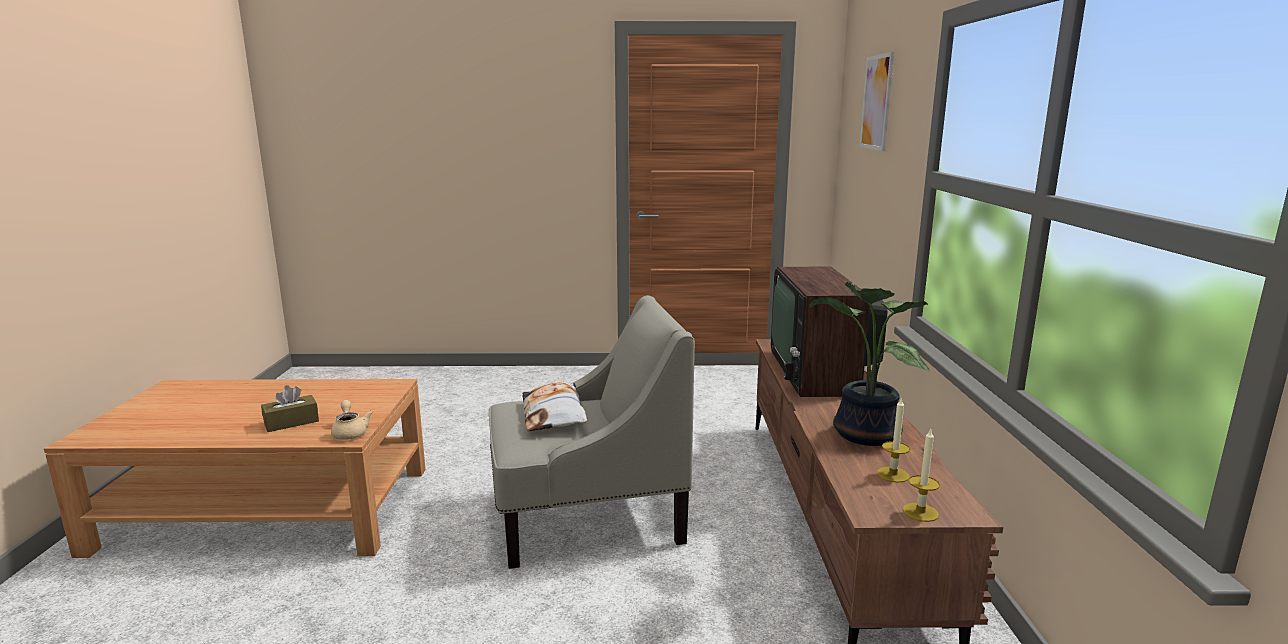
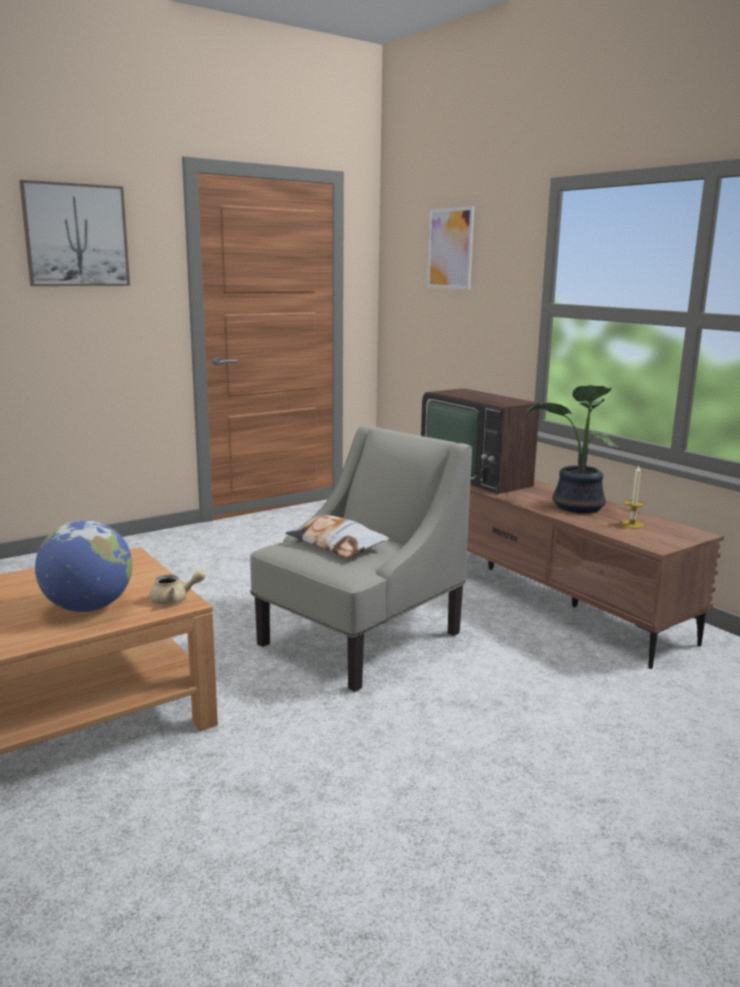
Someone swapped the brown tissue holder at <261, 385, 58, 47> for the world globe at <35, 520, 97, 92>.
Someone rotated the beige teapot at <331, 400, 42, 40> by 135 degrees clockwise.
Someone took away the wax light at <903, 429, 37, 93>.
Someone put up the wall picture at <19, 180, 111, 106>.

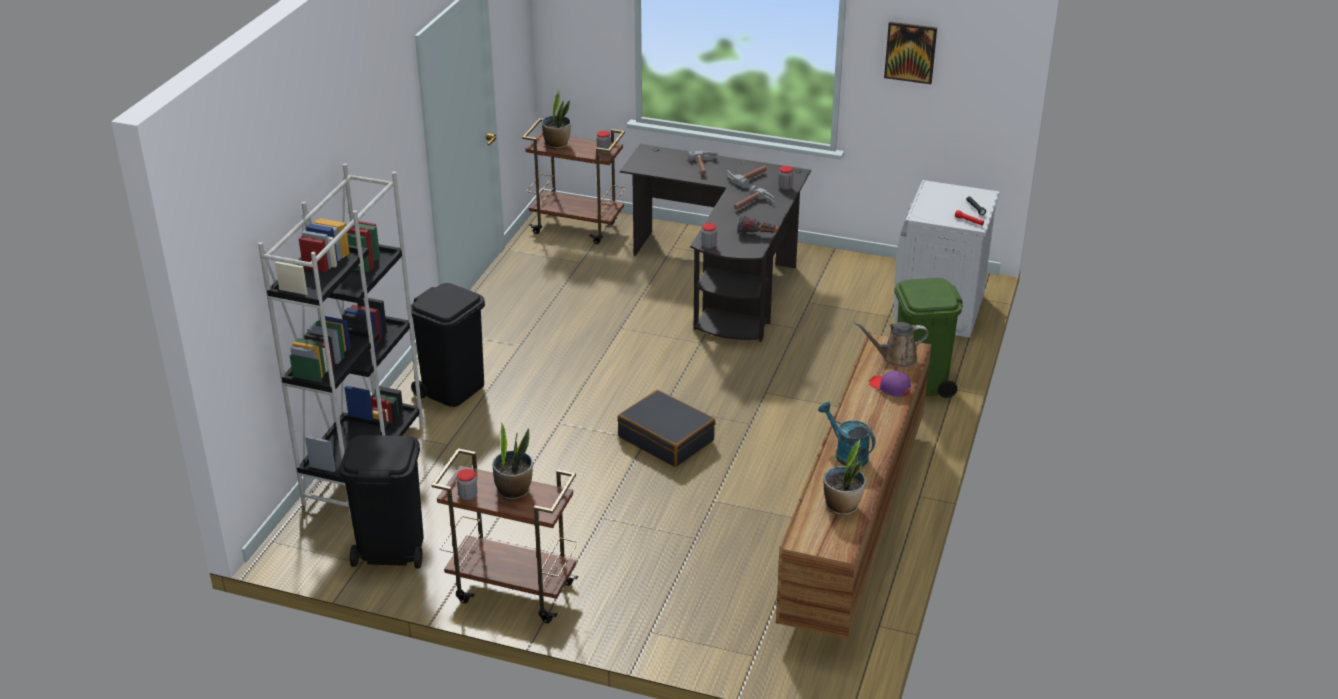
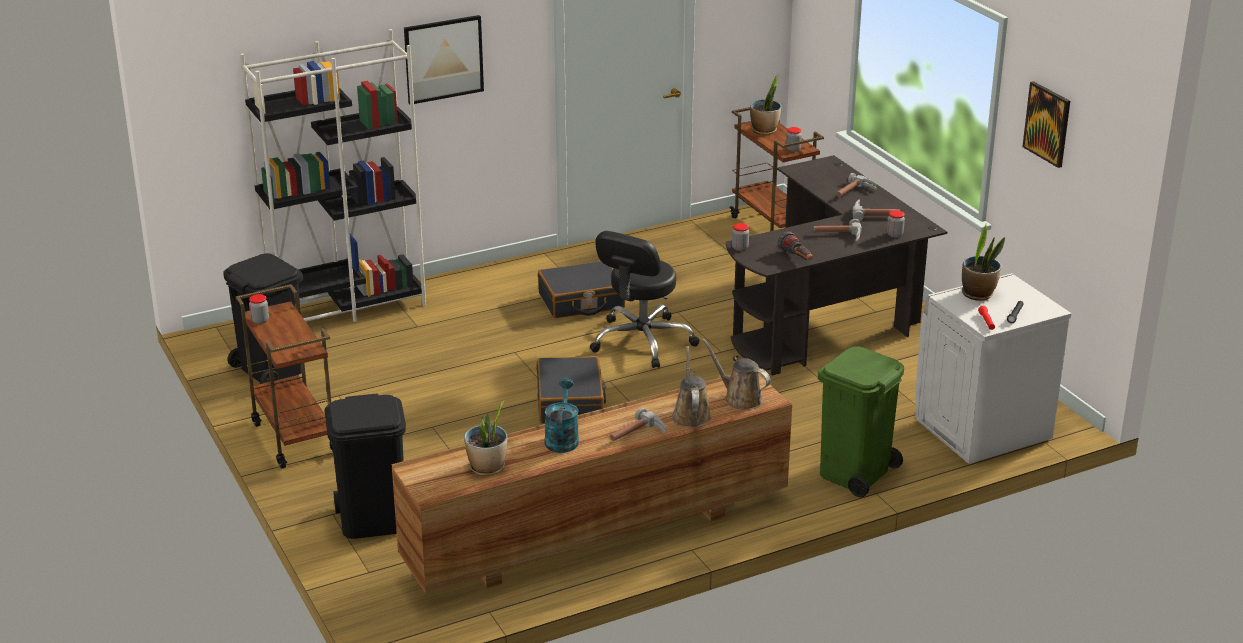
Someone carried the blackish rubbish bin from <411, 283, 74, 124> to <325, 394, 81, 145>.
Someone swapped the purplish cap at <869, 371, 42, 26> for the brown sprinkling can at <672, 346, 39, 82>.
Someone carried the potted plant from <493, 422, 40, 78> to <962, 224, 43, 77>.
Someone put up the wall picture at <404, 15, 80, 89>.
Someone put down the blackish computer chair at <590, 231, 109, 137>.
Someone put down the blackish piece of luggage at <538, 261, 87, 57>.
Someone put down the hand hammer at <610, 408, 56, 33>.

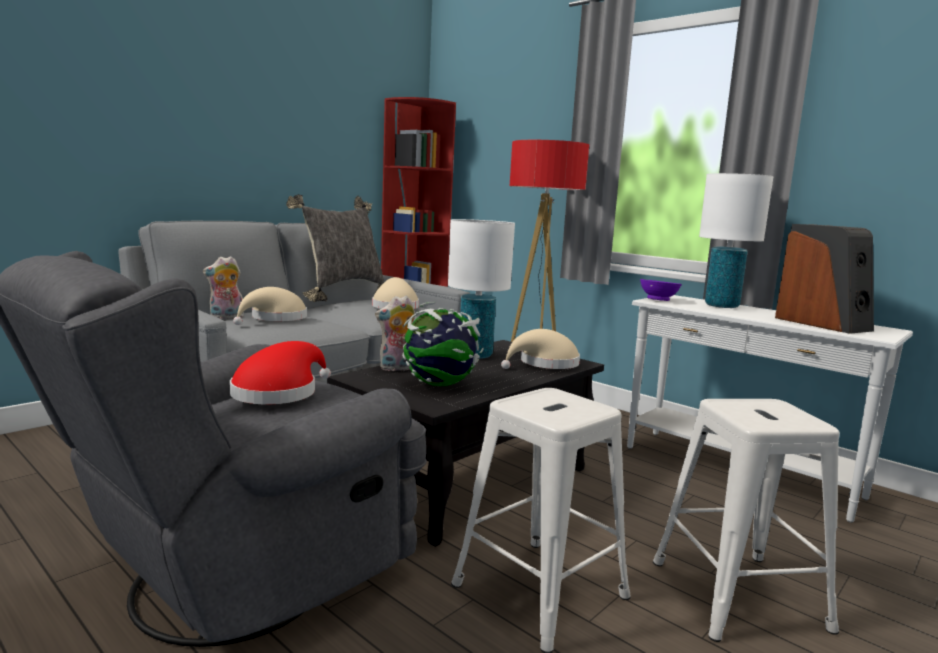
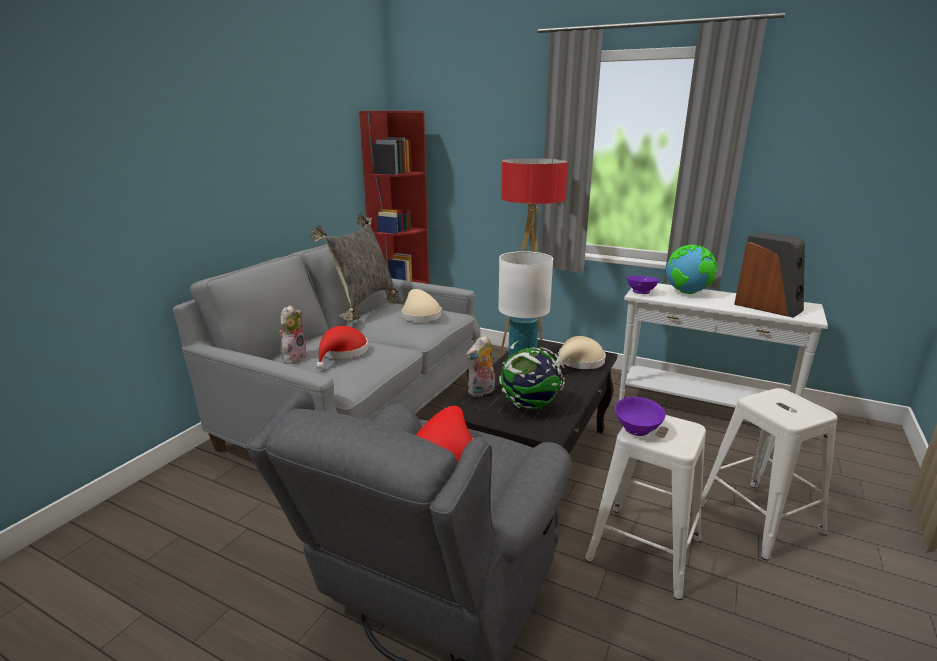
Someone swapped the whitish lamp for a table at <699, 173, 75, 135> for the world globe at <666, 245, 51, 49>.
Someone rotated the plush toy at <203, 256, 41, 63> by 150 degrees clockwise.
Someone repainted the beige wearable hat at <233, 287, 74, 38>, which became the reddish wearable hat at <316, 326, 52, 43>.
Someone put down the purplish serving bowl at <615, 397, 51, 39>.

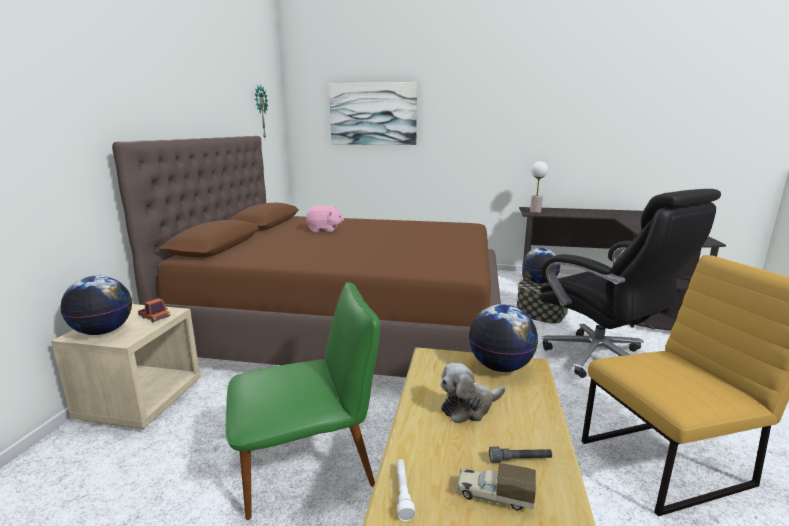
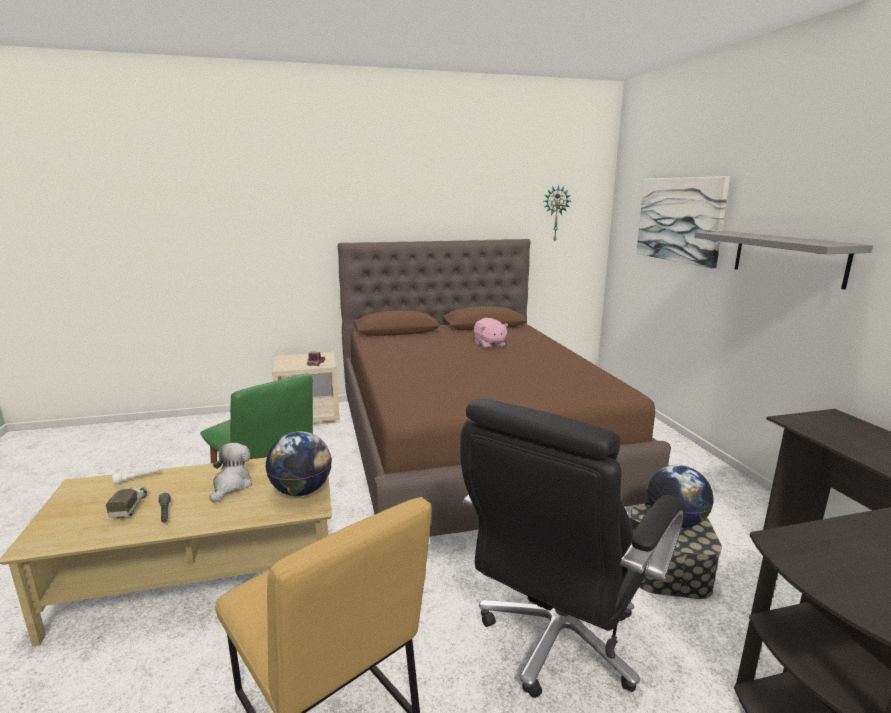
Someone took away the lamp for a table at <530, 161, 18, 52>.
Someone took away the world globe at <60, 276, 72, 59>.
Someone rotated the plush toy at <440, 363, 65, 60> by 60 degrees clockwise.
Someone put up the greyish bracket shelf at <694, 231, 179, 59>.

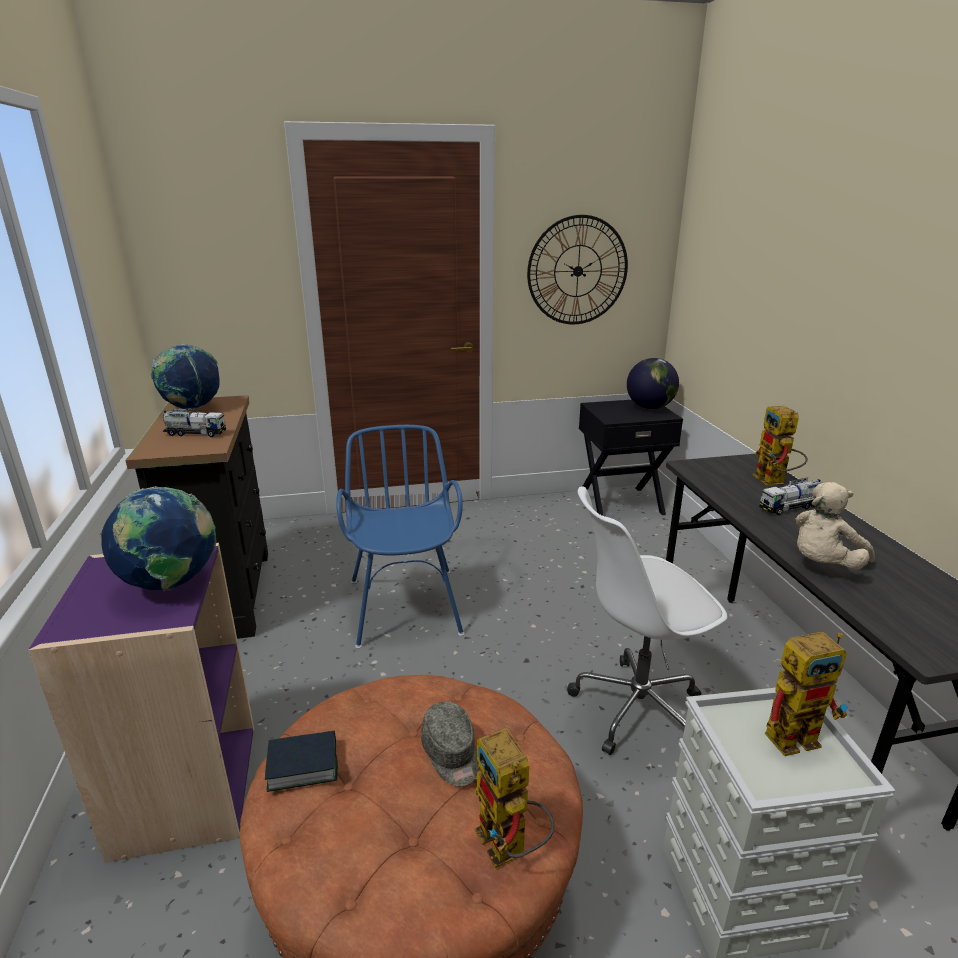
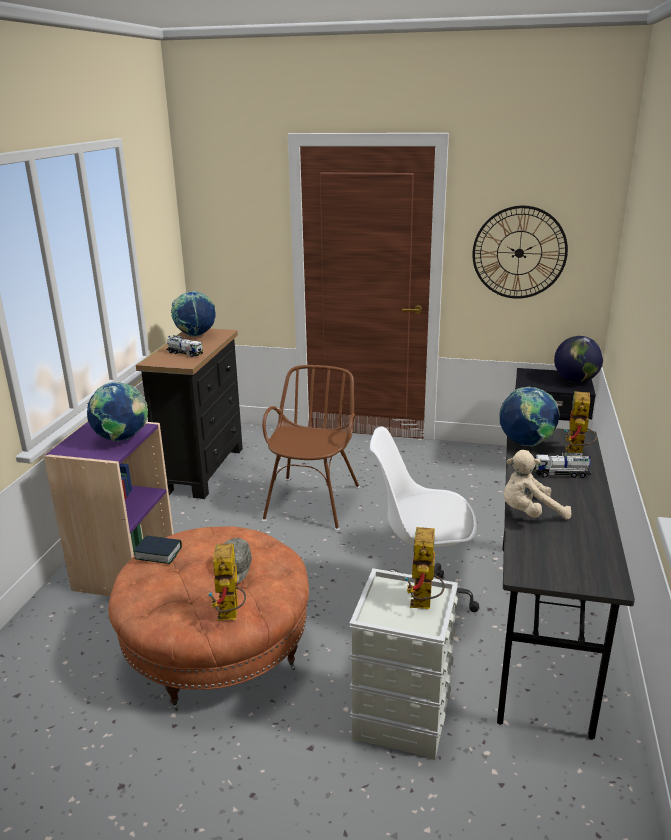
Someone repainted the bluish plain chair at <336, 425, 129, 224>, which became the brown plain chair at <262, 365, 98, 166>.
Someone rotated the robot figure at <765, 632, 83, 124> by 90 degrees clockwise.
Someone put down the world globe at <499, 387, 61, 59>.

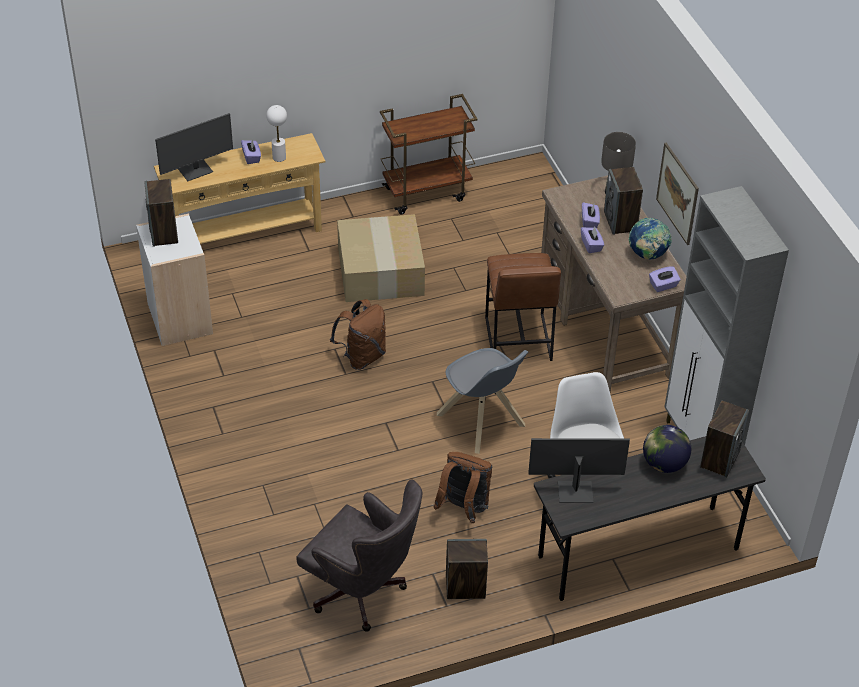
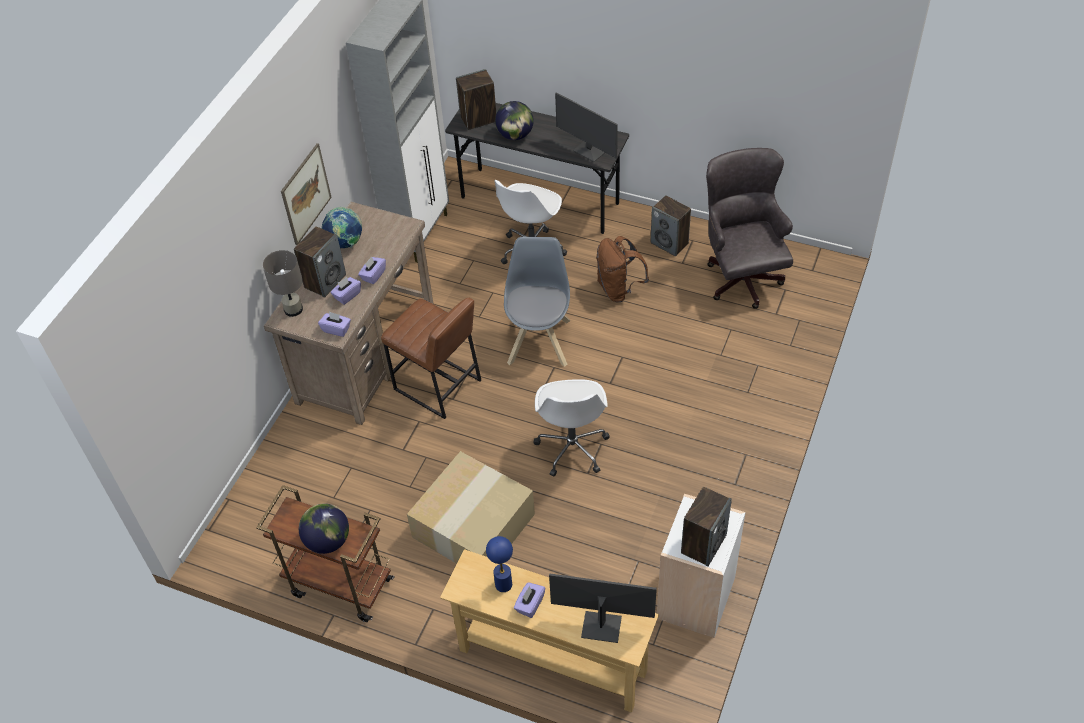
Someone repainted the whitish lamp for a table at <266, 105, 21, 57>, which became the bluish lamp for a table at <486, 536, 27, 56>.
Someone rotated the brown plain chair at <485, 253, 76, 108> by 90 degrees clockwise.
Someone carried the purplish tissue holder from <649, 267, 32, 25> to <318, 312, 33, 25>.
Someone swapped the brown rucksack at <330, 299, 56, 71> for the whitish computer chair at <533, 379, 77, 97>.
Someone put down the world globe at <299, 503, 50, 51>.

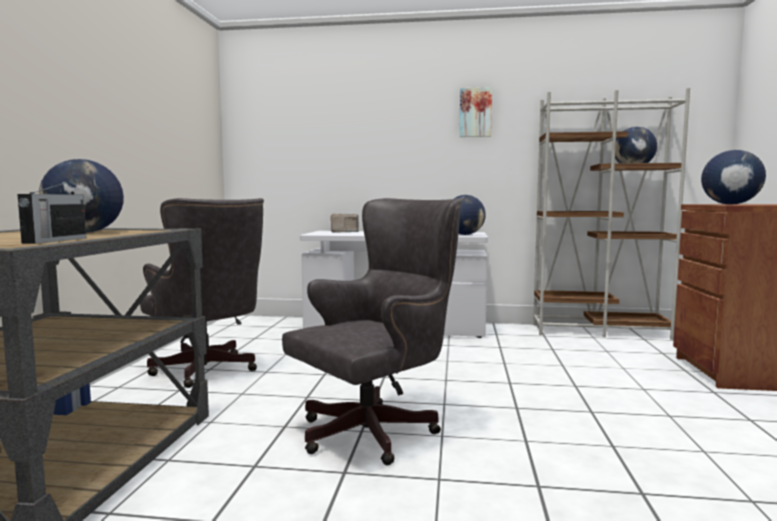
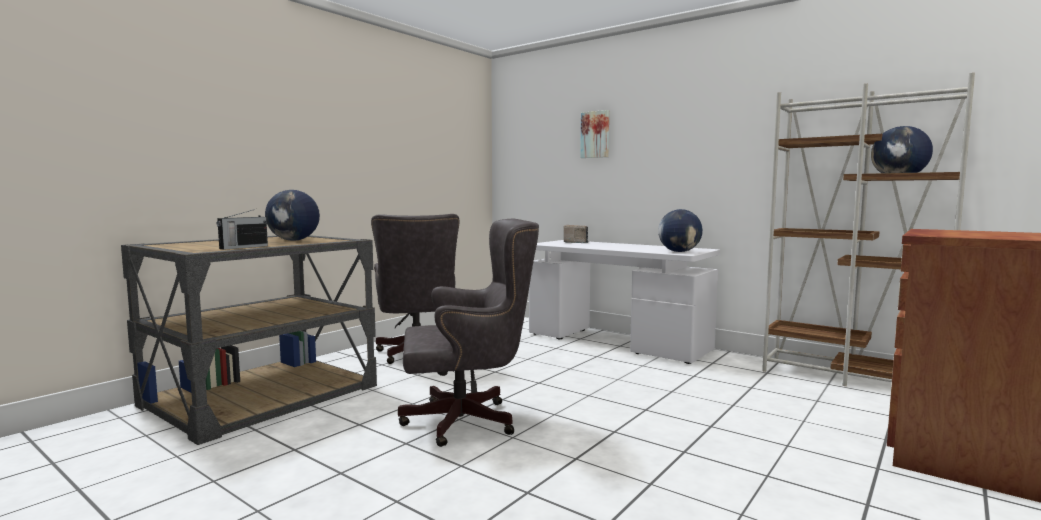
Someone carried the wall picture from <459, 87, 33, 50> to <580, 110, 29, 48>.
Someone took away the world globe at <701, 150, 65, 55>.

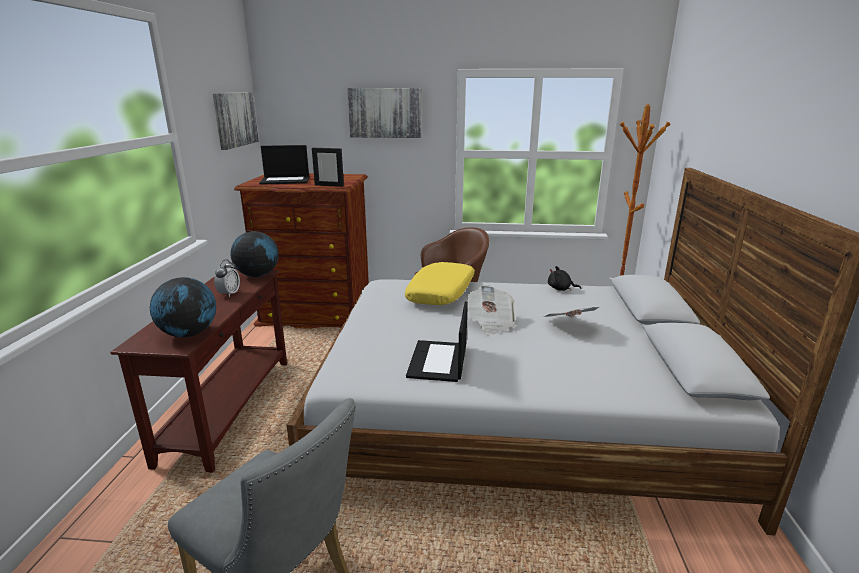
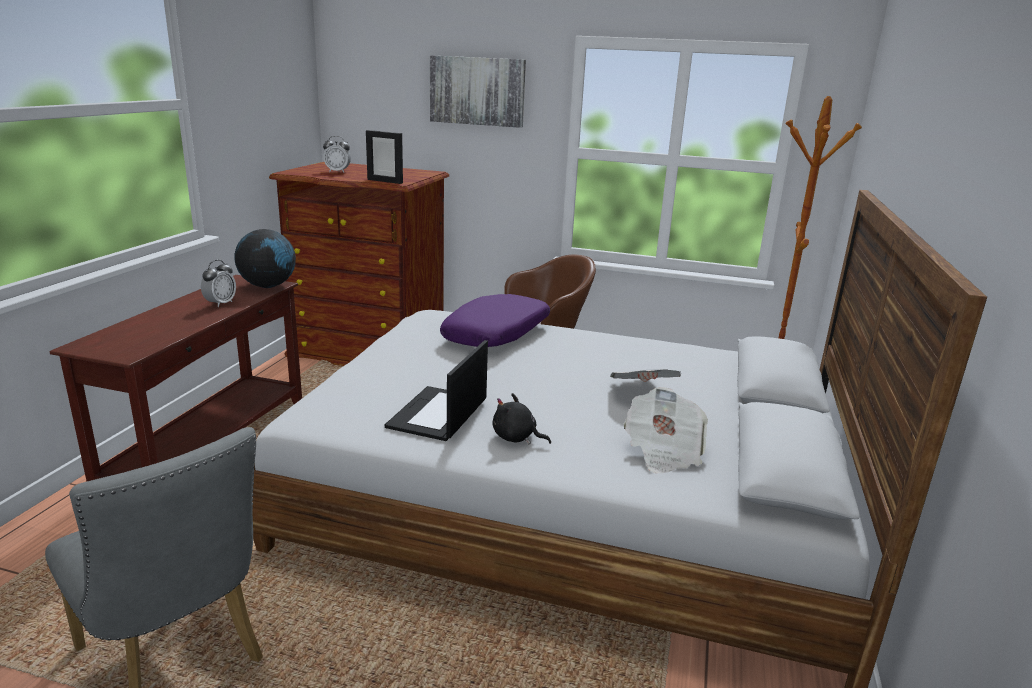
Someone took away the wall picture at <213, 92, 46, 58>.
Someone swapped the portable computer at <259, 145, 51, 40> for the bedside clock at <323, 136, 28, 36>.
Someone repainted the yellow pillow at <405, 262, 70, 43>, which became the purplish pillow at <440, 294, 110, 53>.
Someone carried the blackish plush toy from <548, 266, 34, 25> to <492, 393, 59, 51>.
Someone took away the world globe at <150, 277, 66, 60>.
Someone carried the daily paper from <467, 285, 49, 50> to <624, 387, 84, 86>.

